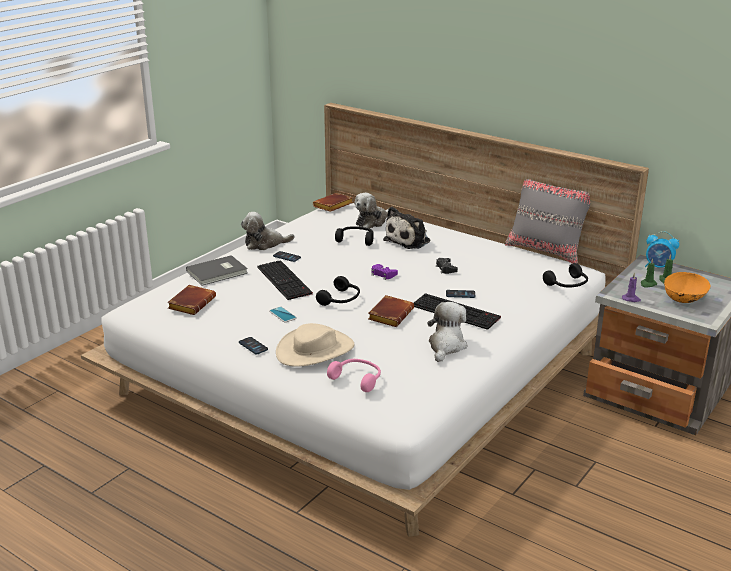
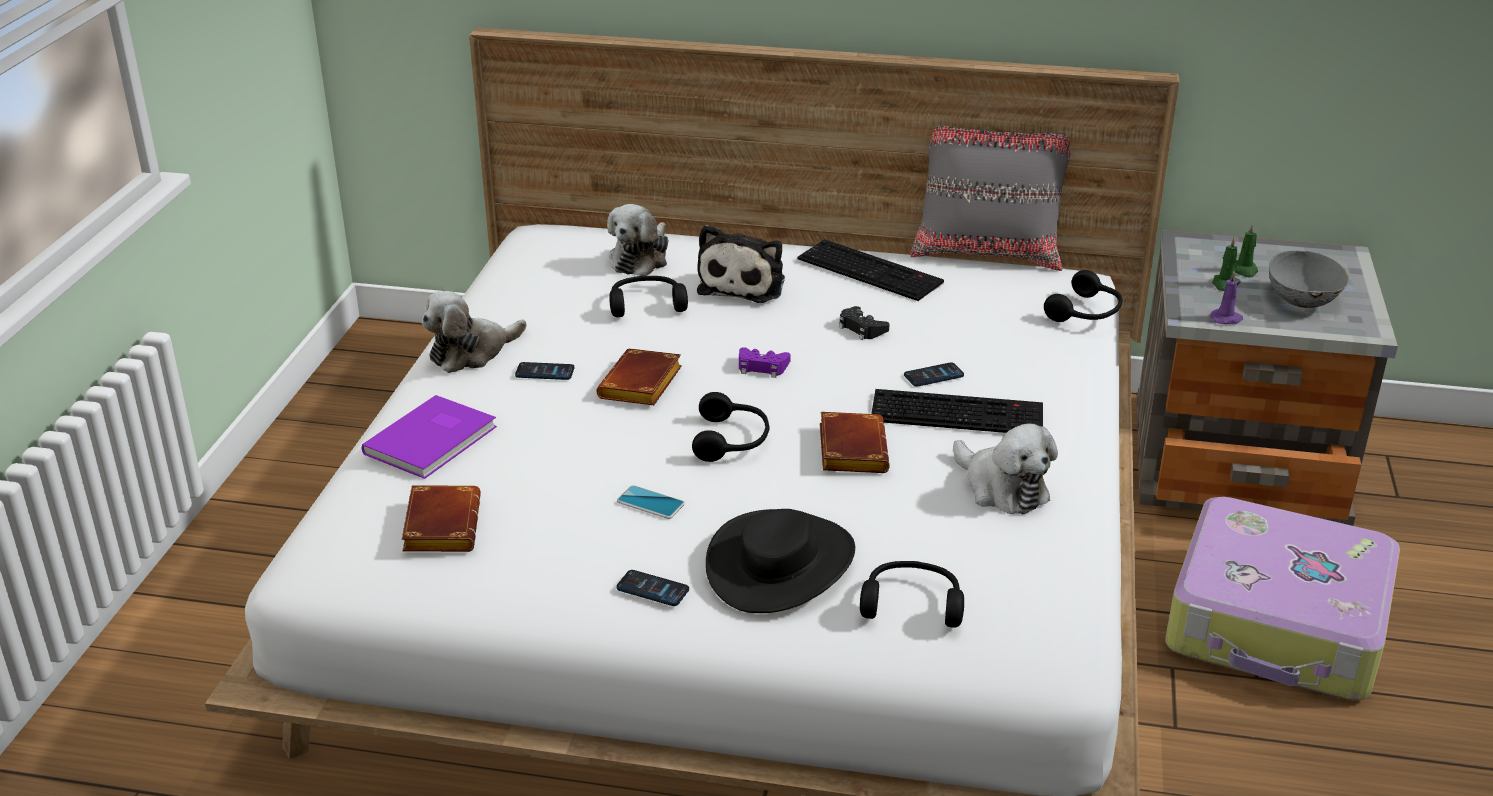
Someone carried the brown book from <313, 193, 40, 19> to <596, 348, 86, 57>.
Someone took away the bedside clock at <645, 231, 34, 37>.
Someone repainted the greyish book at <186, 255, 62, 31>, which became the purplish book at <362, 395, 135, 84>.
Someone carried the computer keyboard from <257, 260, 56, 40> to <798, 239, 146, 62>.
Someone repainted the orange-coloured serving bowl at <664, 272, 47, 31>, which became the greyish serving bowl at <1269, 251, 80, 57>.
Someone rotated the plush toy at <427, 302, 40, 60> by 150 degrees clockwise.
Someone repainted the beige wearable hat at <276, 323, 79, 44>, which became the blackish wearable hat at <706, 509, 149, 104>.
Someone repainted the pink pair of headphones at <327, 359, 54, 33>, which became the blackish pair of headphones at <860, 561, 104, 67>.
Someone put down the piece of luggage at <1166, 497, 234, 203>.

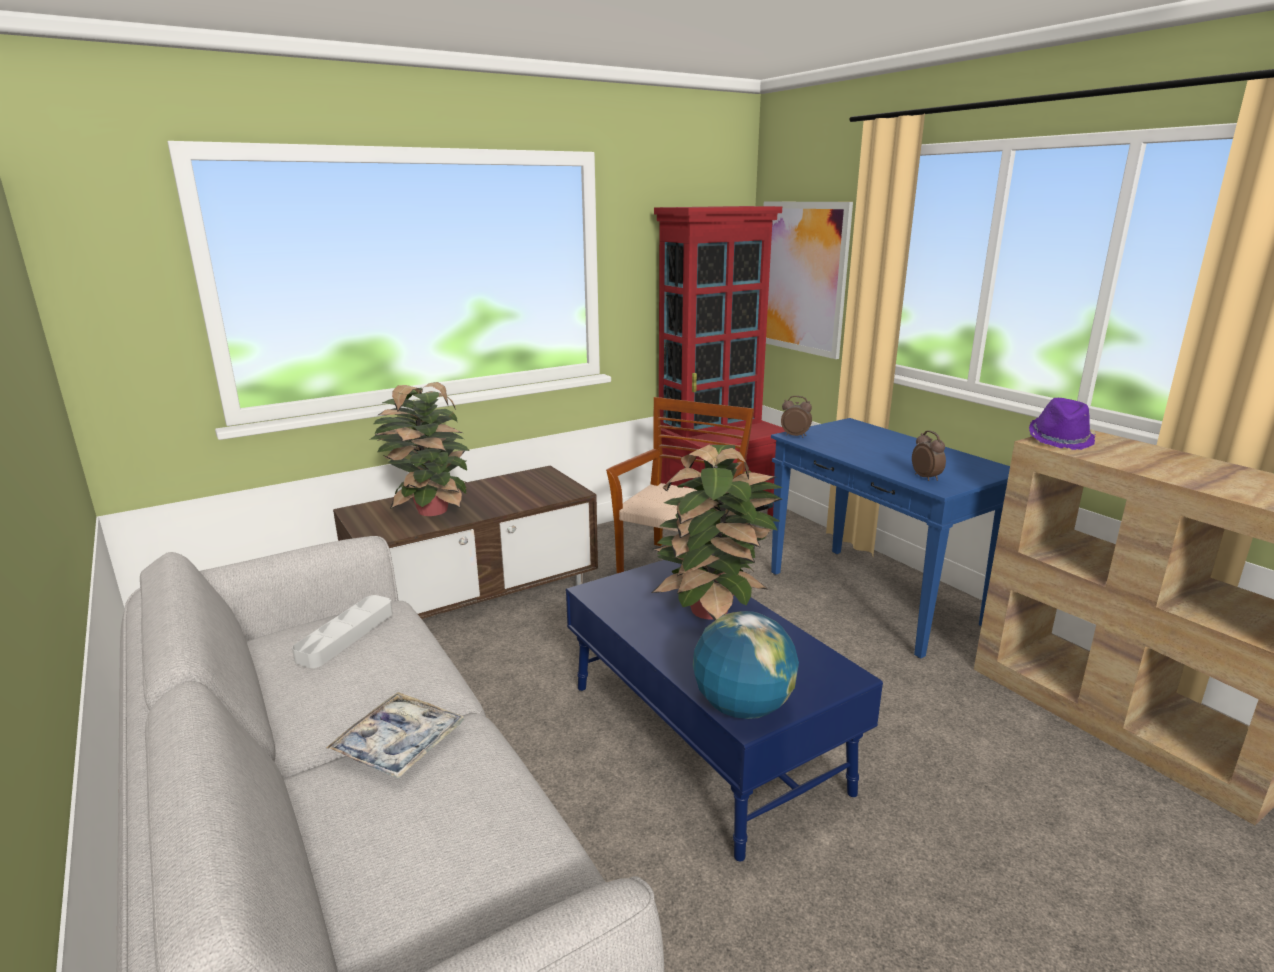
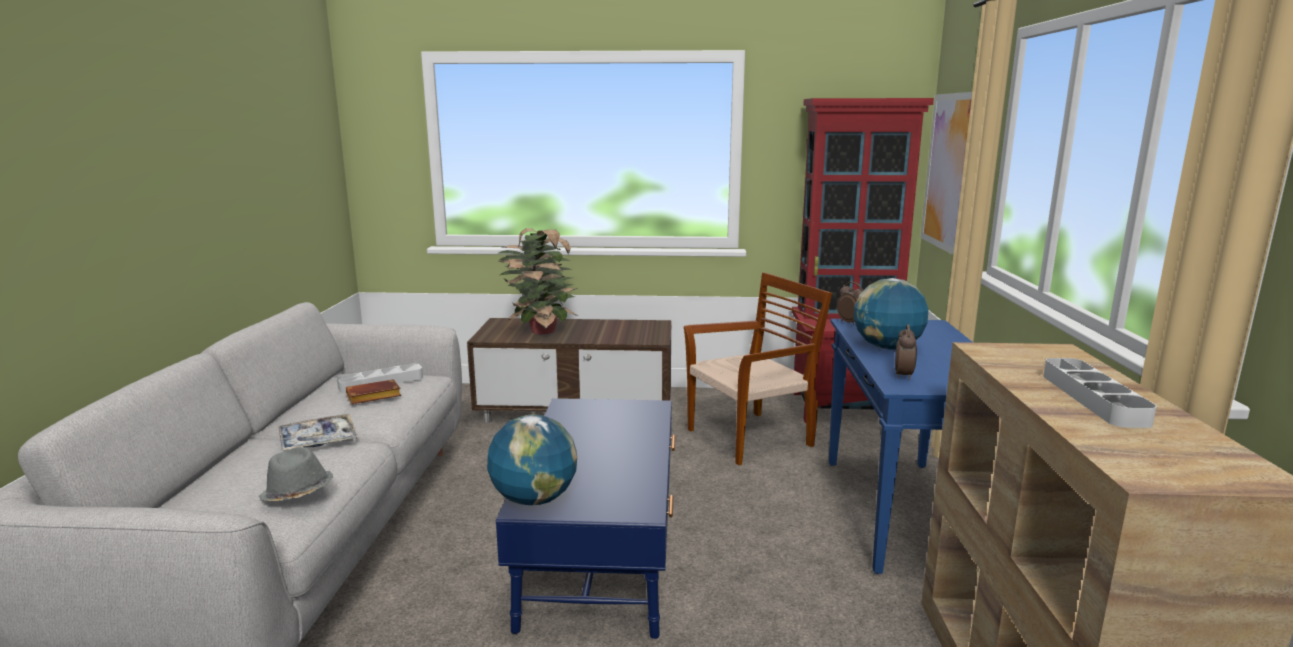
Someone took away the purplish wearable hat at <1029, 398, 67, 52>.
Someone took away the potted plant at <652, 445, 131, 175>.
Someone put down the world globe at <854, 278, 74, 72>.
Someone put down the greyish serving tray at <1043, 358, 114, 70>.
Someone put down the brown book at <346, 379, 55, 25>.
Someone put down the greyish wearable hat at <259, 447, 74, 54>.

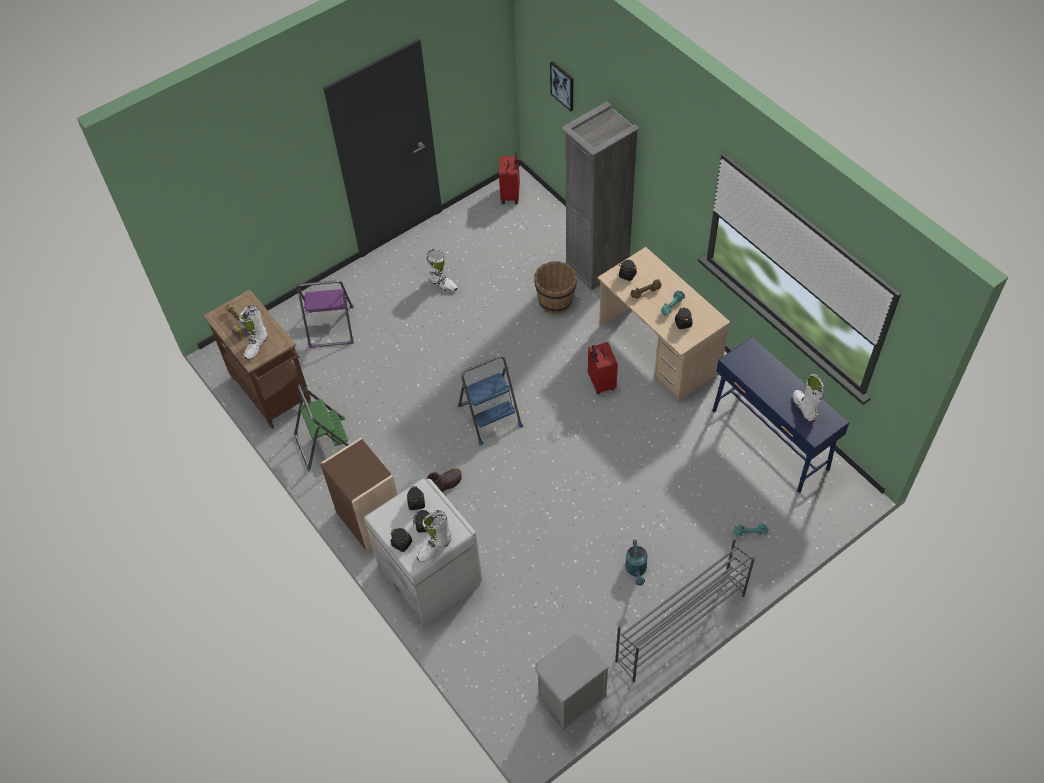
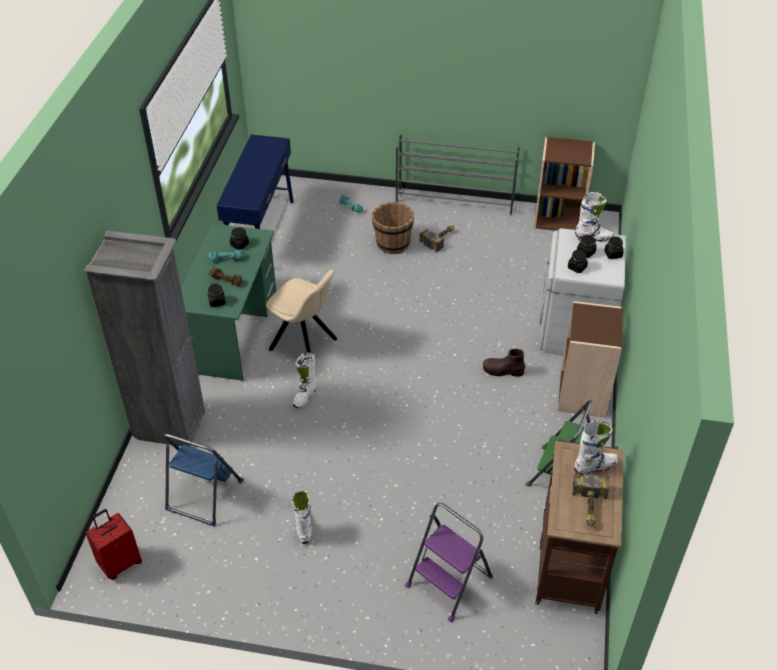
Someone took away the wall picture at <550, 61, 23, 50>.
Someone repainted the beige desk at <598, 247, 133, 155>, which became the greenish desk at <181, 223, 95, 158>.
Someone carried the brown pail from <534, 261, 43, 53> to <372, 202, 42, 52>.
Someone swapped the reddish piece of luggage at <588, 342, 30, 52> for the beige plain chair at <266, 269, 71, 84>.
Someone carried the bluish step stool from <458, 356, 65, 89> to <164, 433, 80, 93>.
Someone carried the whitish boot from <793, 374, 31, 48> to <293, 352, 23, 56>.
Someone swapped the blue-green sprinkling can at <625, 540, 23, 46> for the hand hammer at <420, 225, 34, 28>.
Someone swapped the greyish bedside table at <535, 635, 74, 96> for the brown bookshelf at <534, 137, 61, 94>.

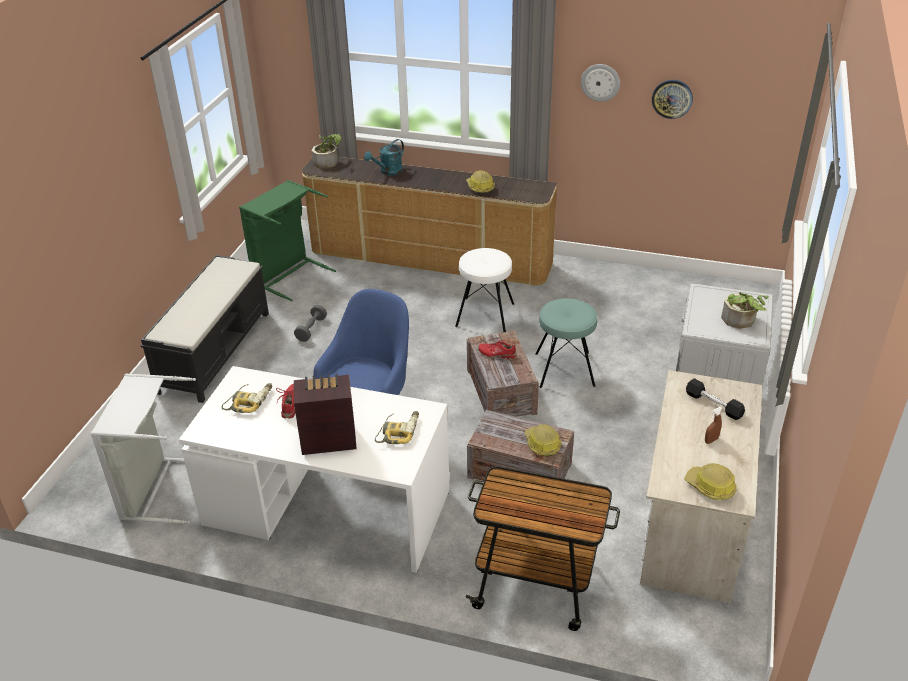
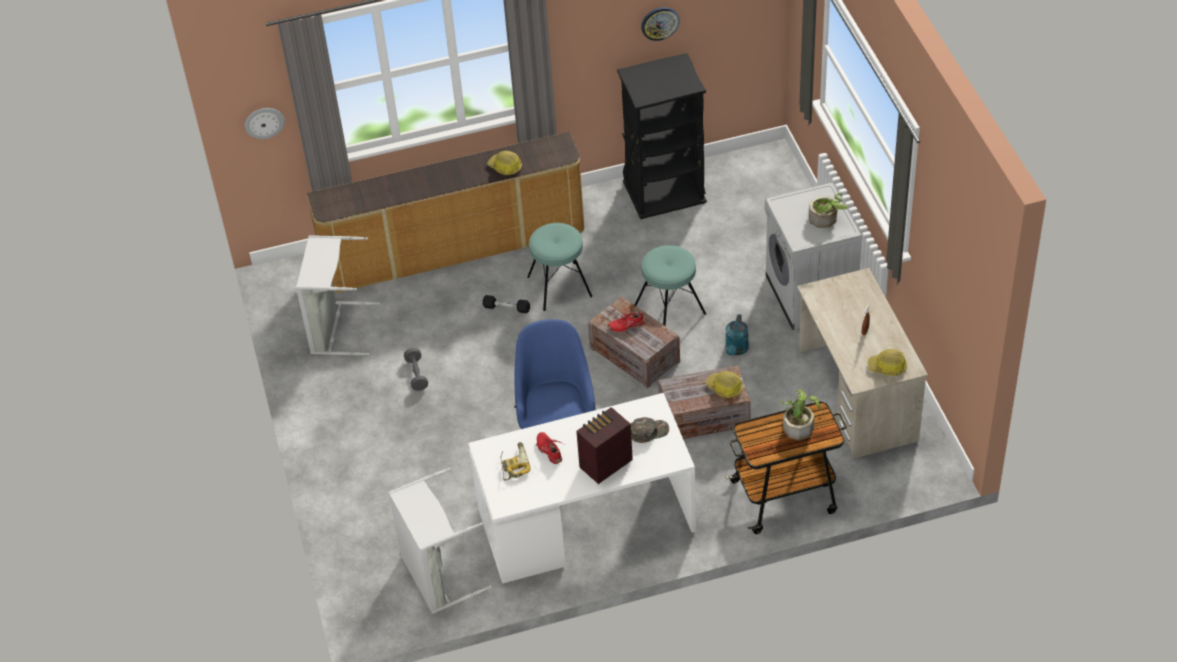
Someone carried the wall clock from <581, 64, 39, 38> to <245, 108, 40, 31>.
Someone carried the potted plant from <311, 134, 30, 35> to <780, 389, 40, 52>.
Someone carried the blue-green sprinkling can from <364, 139, 40, 36> to <725, 314, 24, 42>.
Someone repainted the greenish washing basket at <239, 180, 97, 121>, which became the greyish washing basket at <296, 235, 84, 121>.
Someone repainted the whitish stool at <455, 248, 59, 84>, which became the blue-green stool at <527, 223, 65, 88>.
Someone took away the blackish bench at <140, 255, 129, 148>.
Someone carried the blackish hand weight from <686, 378, 59, 42> to <483, 295, 47, 18>.
Someone swapped the power drill at <375, 411, 44, 33> for the greenish cap at <631, 417, 38, 26>.
Someone put down the blackish bookshelf at <617, 53, 90, 166>.

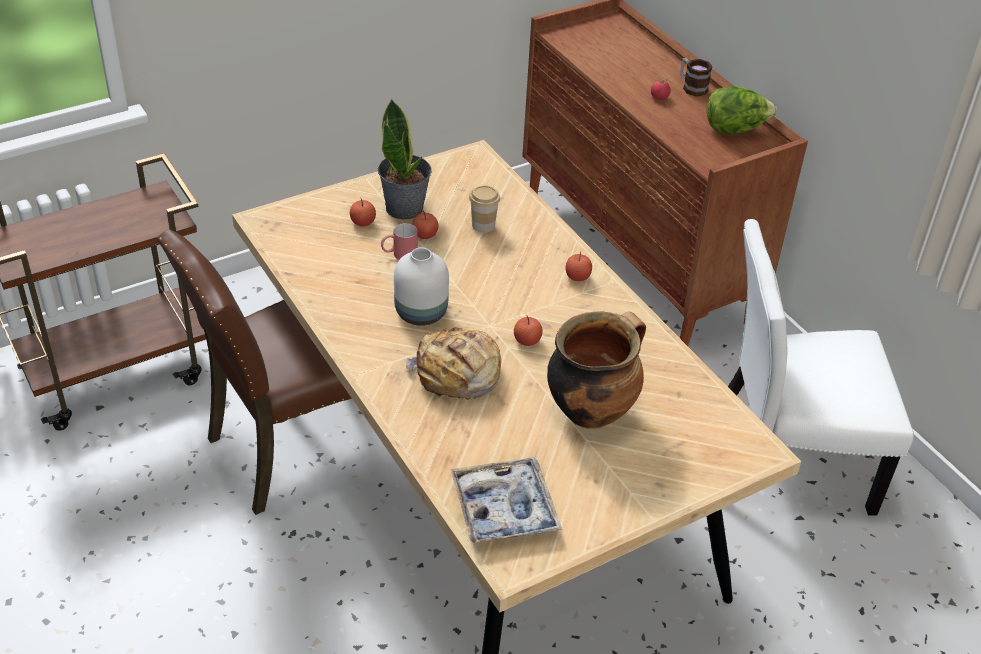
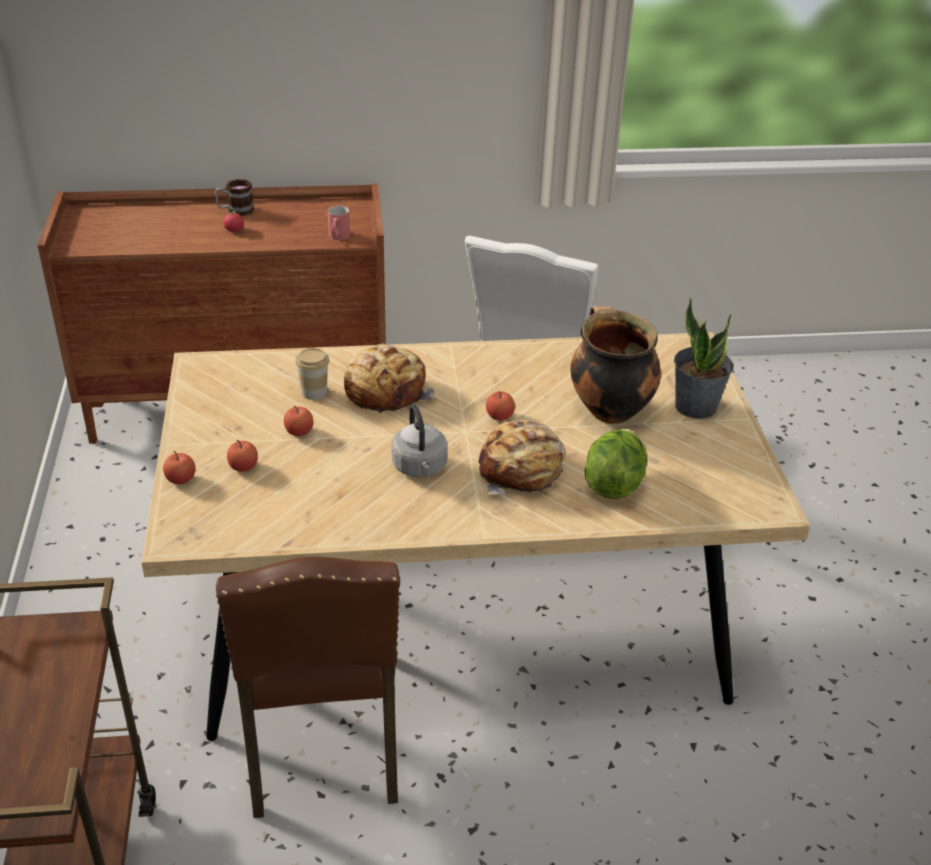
Someone carried the lettuce head from <707, 86, 70, 48> to <585, 429, 62, 70>.
Someone carried the potted plant from <378, 99, 54, 121> to <674, 298, 59, 121>.
Someone carried the reddish mug from <381, 223, 36, 37> to <328, 206, 22, 34>.
Someone swapped the whitish decorative vase at <394, 248, 55, 78> for the greyish water kettle at <391, 404, 57, 73>.
Someone carried the whole apple from <566, 251, 26, 30> to <163, 451, 33, 33>.
Someone took away the serving tray at <450, 458, 112, 86>.
Someone put down the bread at <344, 344, 91, 69>.

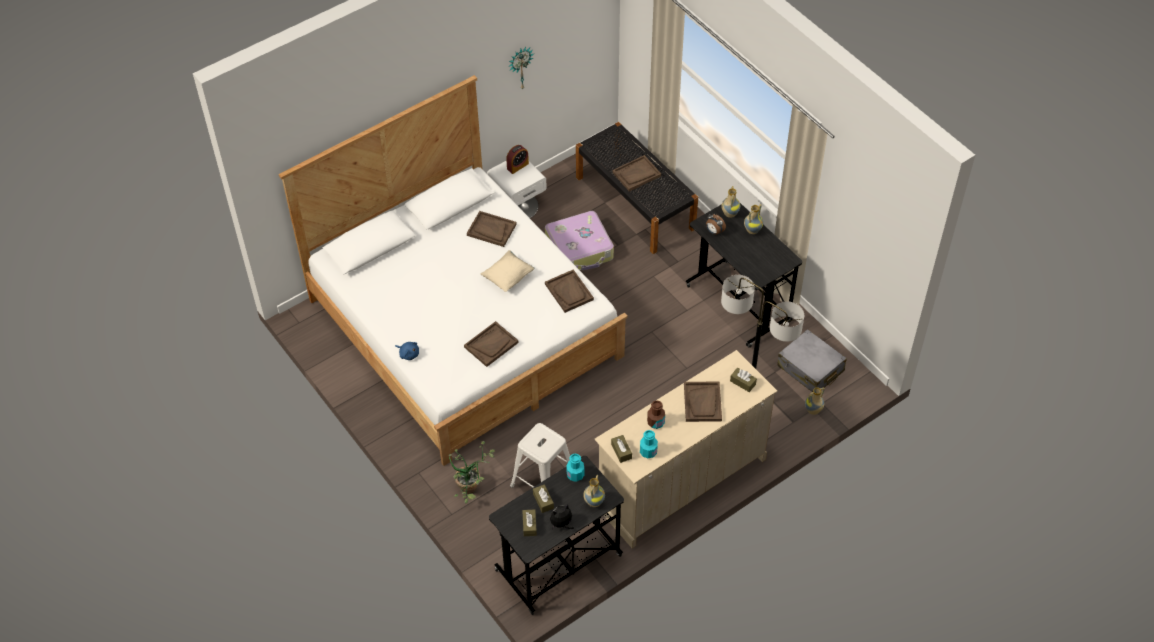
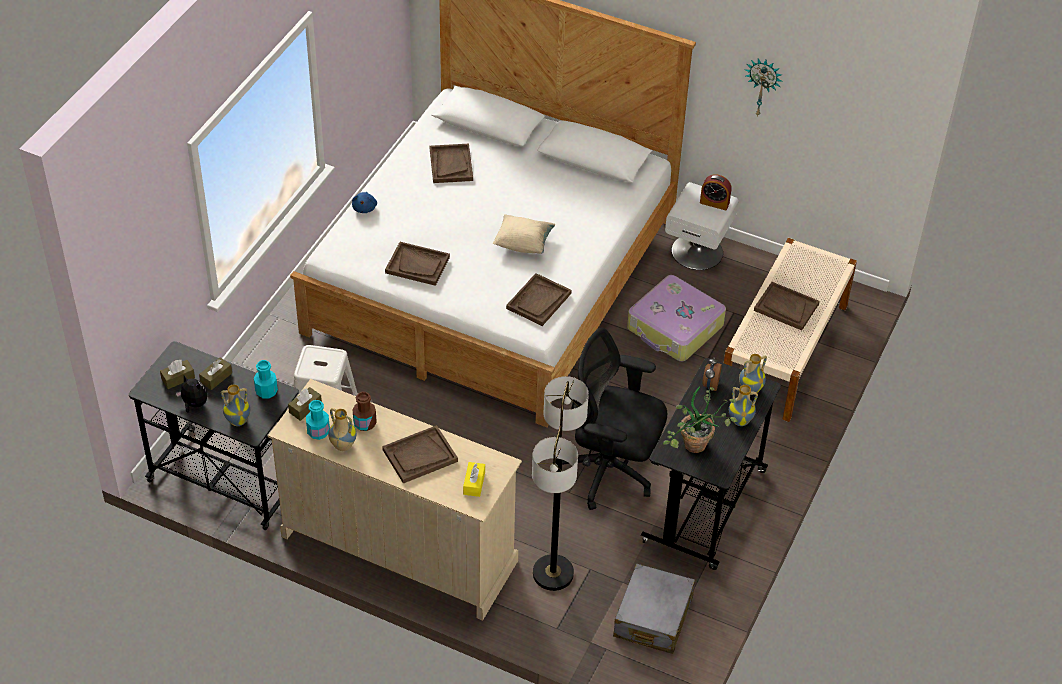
Someone repainted the blackish bench at <576, 122, 122, 132>, which became the beige bench at <724, 238, 133, 184>.
Someone carried the brown serving tray from <467, 211, 50, 36> to <430, 144, 43, 39>.
Someone repainted the brown tissue holder at <730, 368, 27, 24>, which became the yellow tissue holder at <463, 462, 22, 35>.
Someone carried the decorative vase from <805, 387, 20, 28> to <328, 408, 29, 43>.
Someone carried the potted plant from <449, 441, 46, 62> to <663, 387, 75, 66>.
Someone put down the blackish computer chair at <562, 328, 105, 182>.

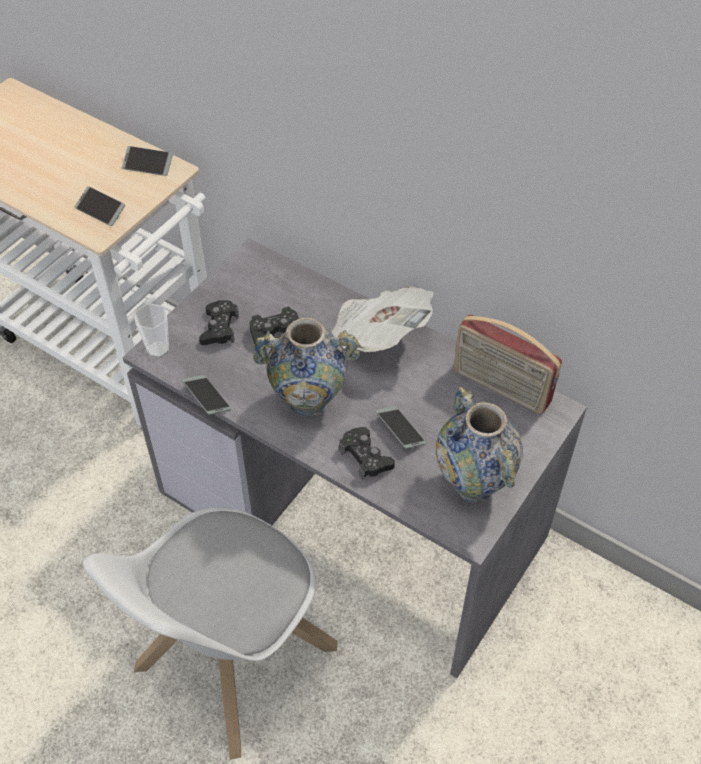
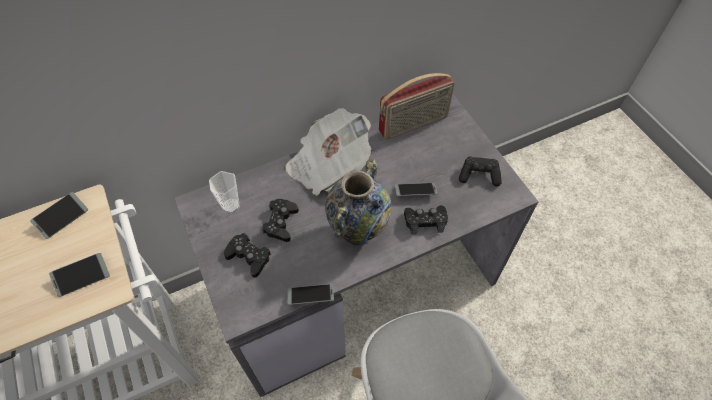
Someone carried the small cup from <134, 303, 35, 55> to <209, 171, 31, 42>.
Someone swapped the decorative vase at <436, 387, 87, 116> for the blackish game controller at <459, 156, 42, 31>.

